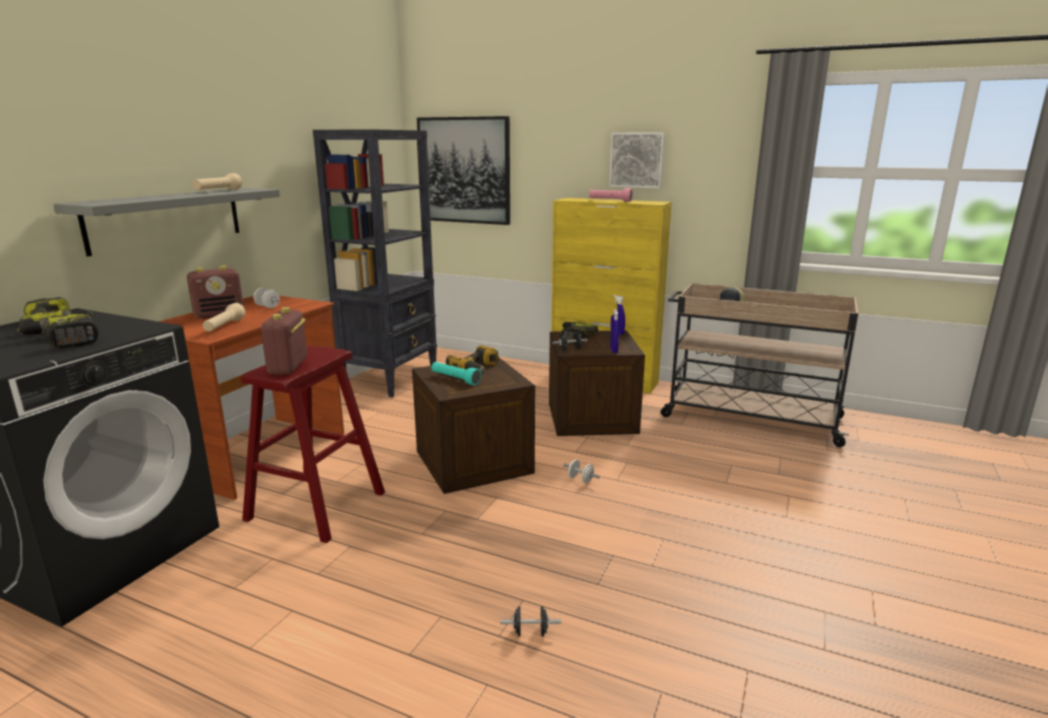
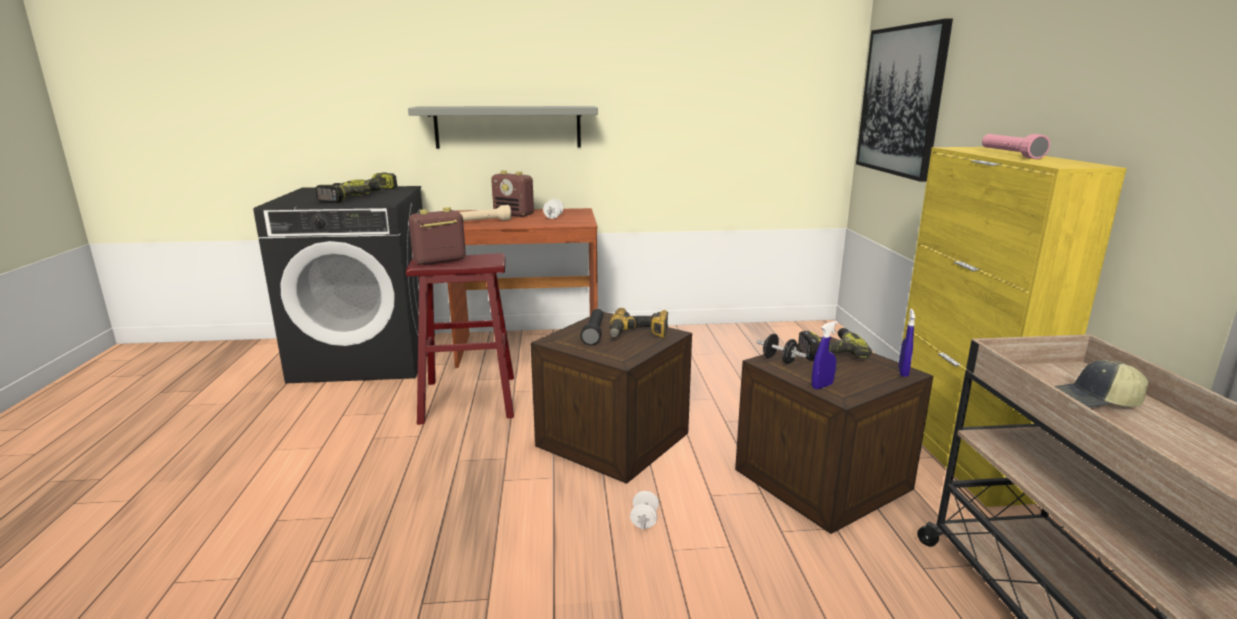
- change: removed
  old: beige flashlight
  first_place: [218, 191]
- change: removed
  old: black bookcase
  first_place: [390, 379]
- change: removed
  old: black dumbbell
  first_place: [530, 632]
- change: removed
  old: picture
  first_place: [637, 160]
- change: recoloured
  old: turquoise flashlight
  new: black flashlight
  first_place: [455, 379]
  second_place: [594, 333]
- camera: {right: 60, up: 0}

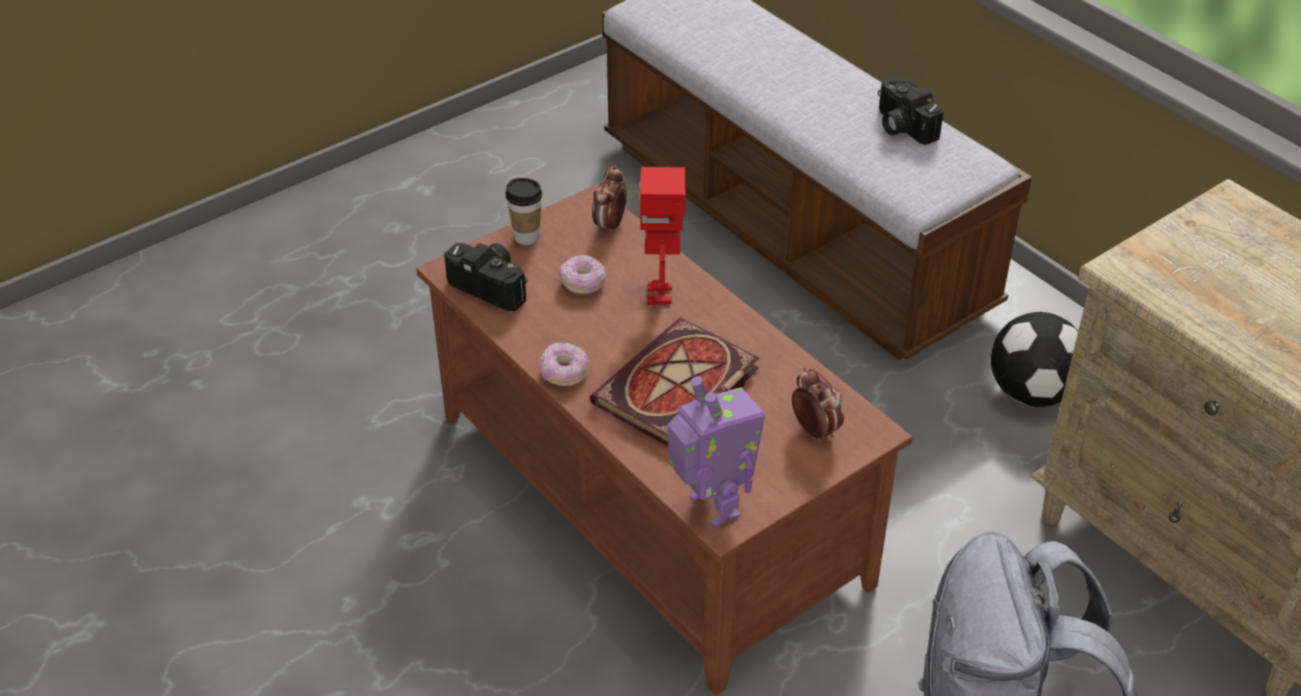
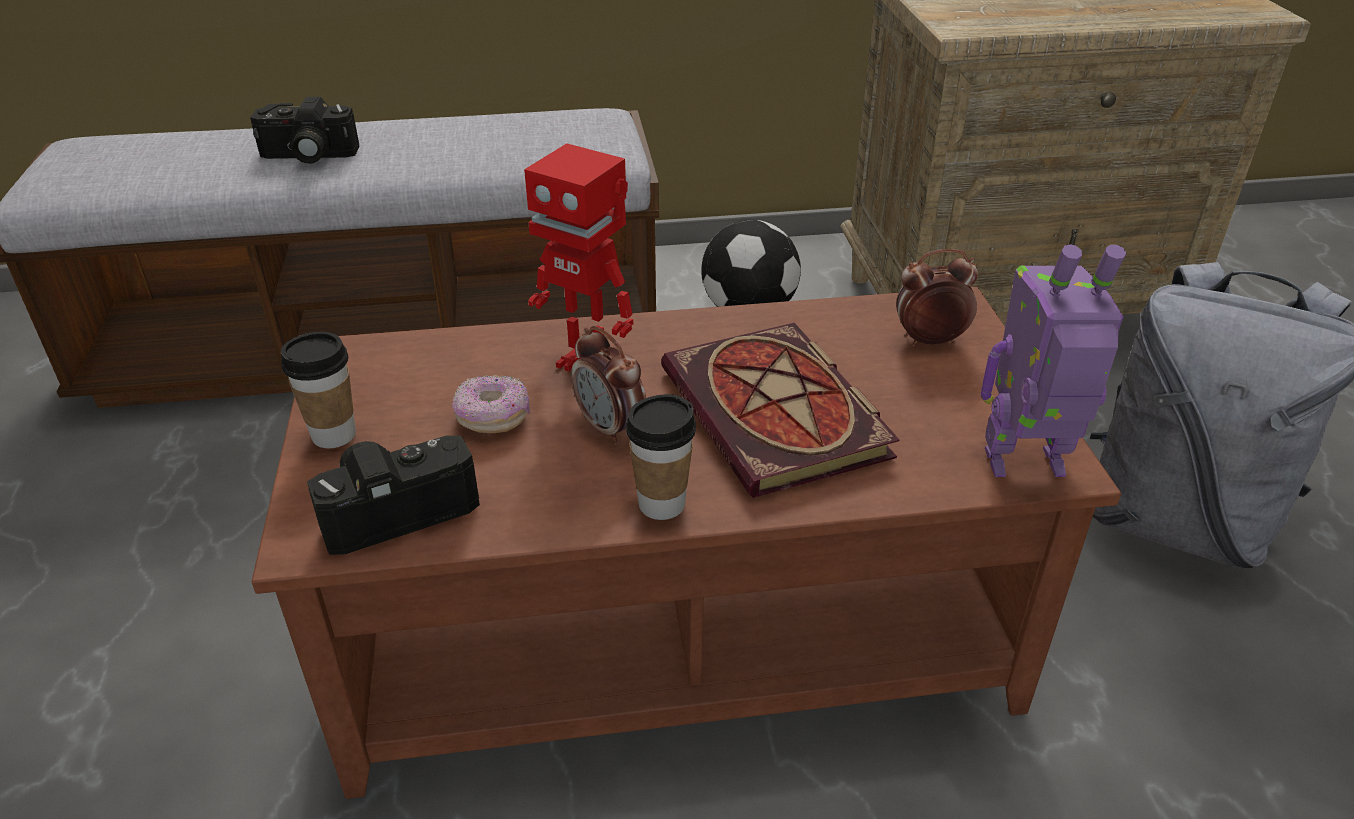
- change: moved
  old: alarm clock
  first_place: [610, 225]
  second_place: [610, 428]
- change: moved
  old: photo camera
  first_place: [901, 126]
  second_place: [307, 156]
- change: replaced
  old: donut
  new: cup
  first_place: [564, 373]
  second_place: [661, 504]
- camera: {right: -60, up: -5}

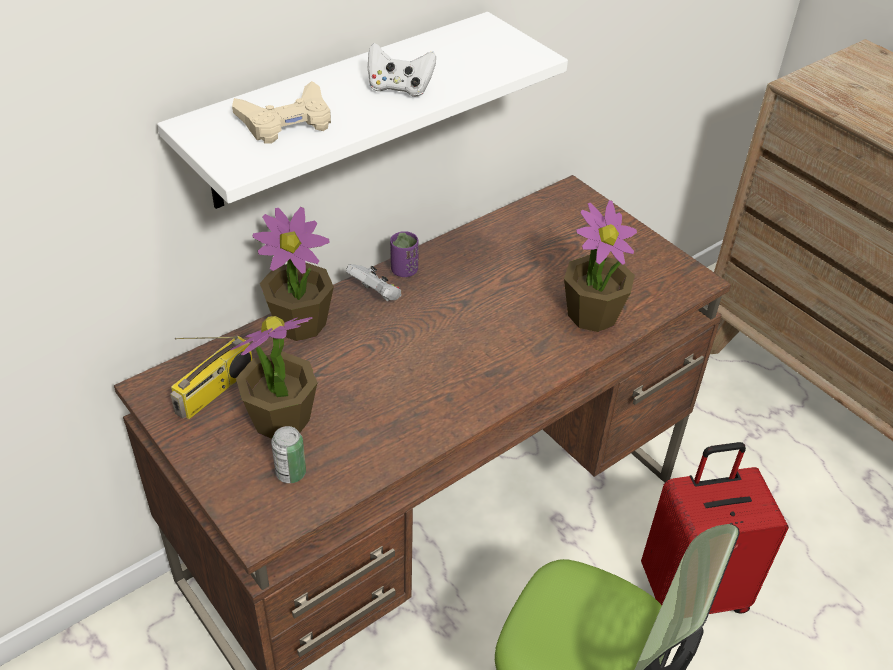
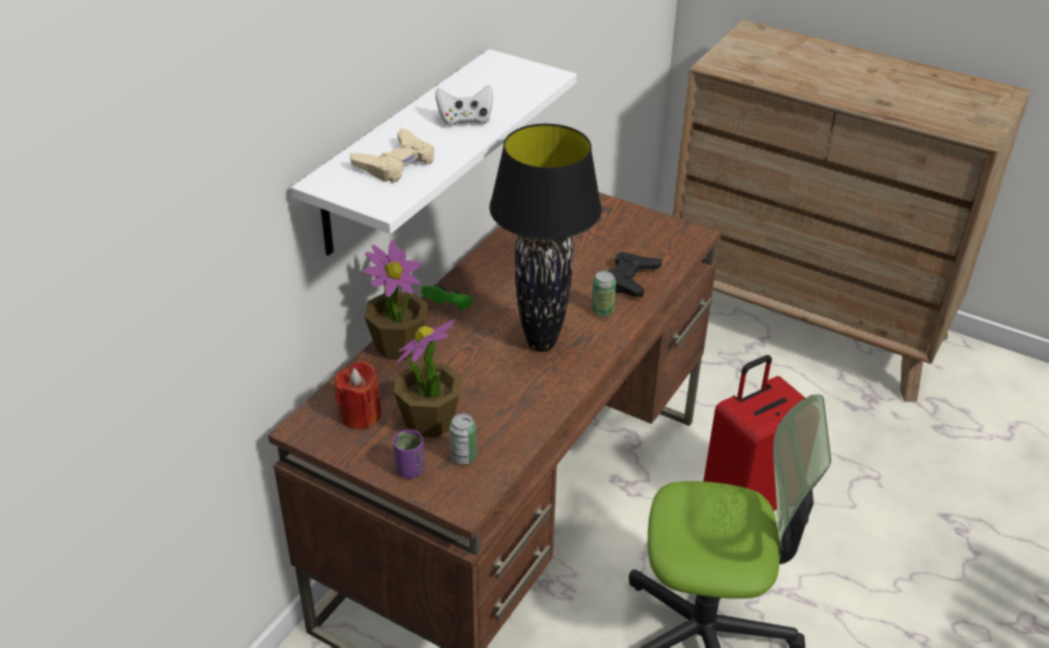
- change: added
  new: black table lamp
  second_place: [540, 343]
- change: added
  new: can
  second_place: [602, 310]
- change: moved
  old: purple cup
  first_place: [404, 270]
  second_place: [410, 470]
- change: replaced
  old: radio
  new: red candle
  first_place: [215, 391]
  second_place: [360, 415]
- change: replaced
  old: potted plant
  new: black game controller
  first_place: [592, 314]
  second_place: [630, 279]
- change: recoloured
  old: white game controller
  new: green game controller
  first_place: [376, 295]
  second_place: [449, 308]
- camera: {right: -20, up: -5}

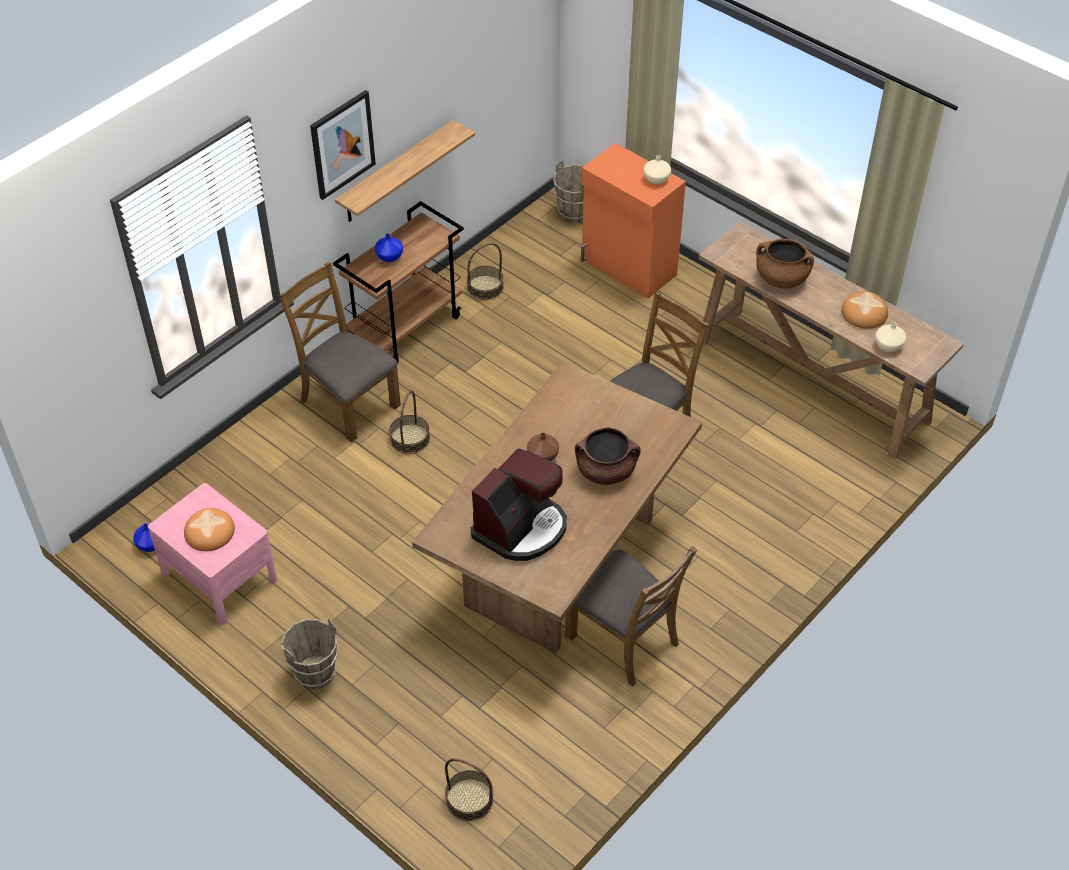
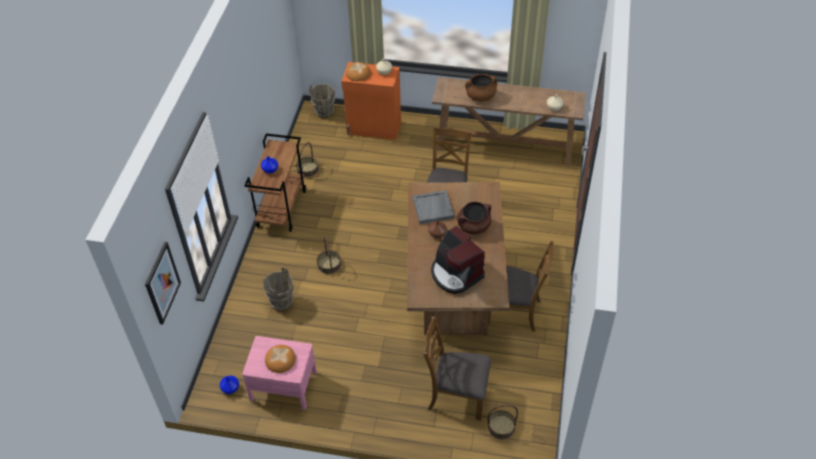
- change: removed
  old: shelf
  first_place: [396, 173]
- change: added
  new: grey tray
  second_place: [433, 208]
- change: moved
  old: brown chair
  first_place: [348, 403]
  second_place: [457, 395]
- change: moved
  old: brown bucket
  first_place: [315, 673]
  second_place: [281, 302]
- change: moved
  old: picture
  first_place: [342, 144]
  second_place: [162, 283]
- change: moved
  old: bread
  first_place: [864, 313]
  second_place: [358, 74]
- change: turned
  old: coffee machine
  first_place: [521, 528]
  second_place: [456, 274]
  degrees: 135
- camera: {right: -30, up: 0}

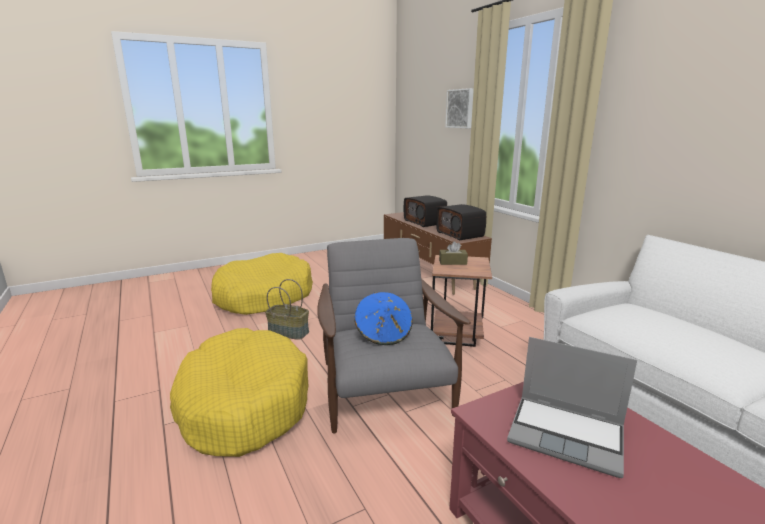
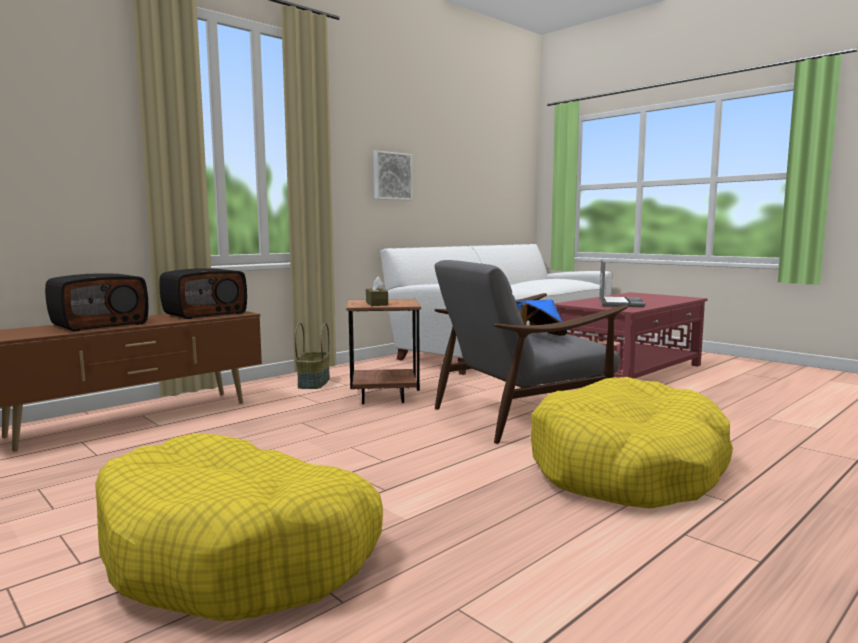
- change: moved
  old: basket
  first_place: [289, 332]
  second_place: [313, 383]
- change: moved
  old: picture
  first_place: [460, 108]
  second_place: [391, 176]
- camera: {right: -105, up: -10}

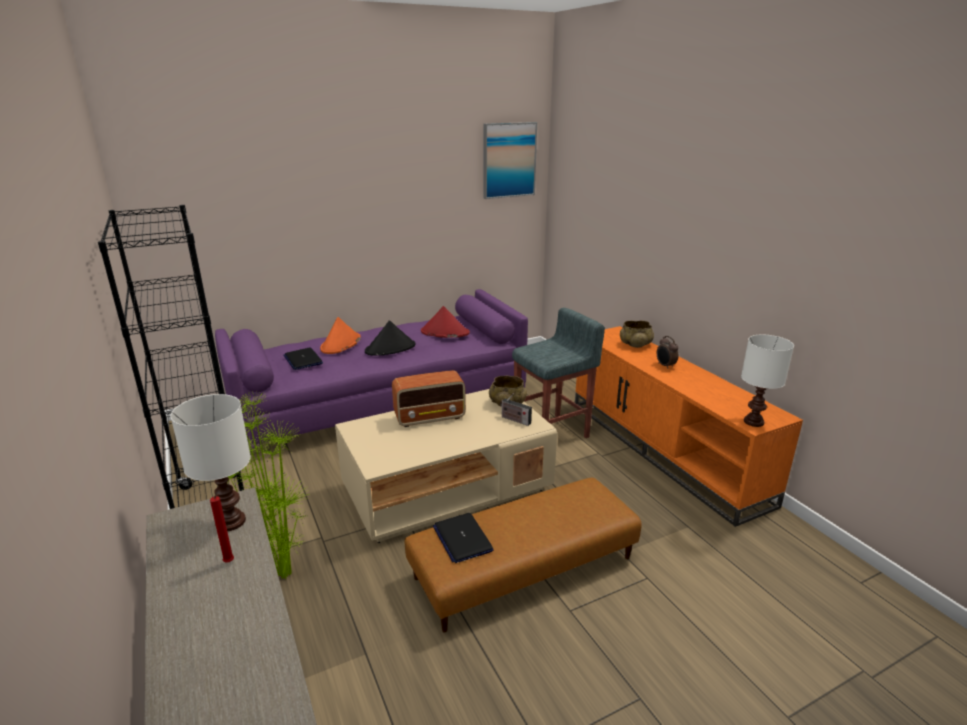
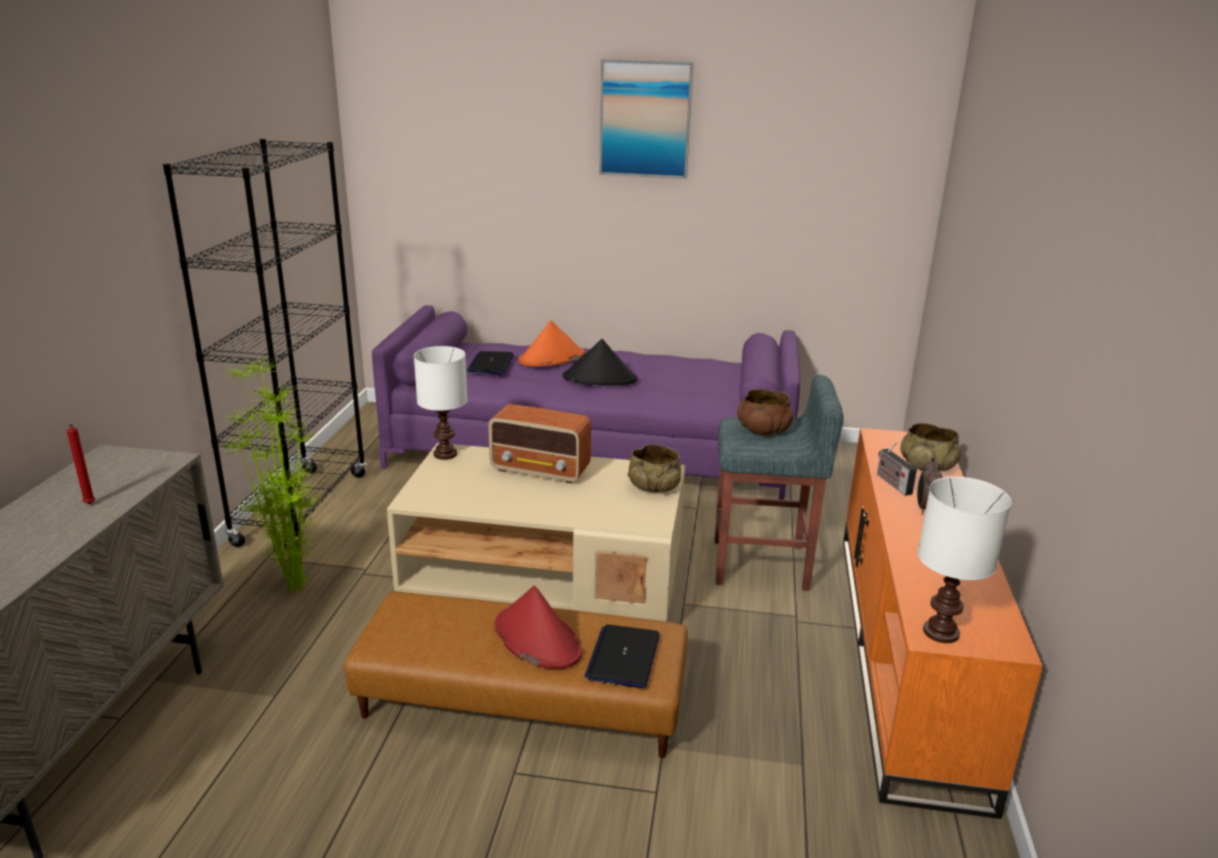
- change: added
  new: brown bowl
  second_place: [763, 430]
- change: moved
  old: white table lamp
  first_place: [231, 522]
  second_place: [445, 454]
- change: moved
  old: red hat
  first_place: [444, 332]
  second_place: [536, 639]
- change: moved
  old: laptop
  first_place: [462, 538]
  second_place: [623, 657]
- change: moved
  old: picture
  first_place: [509, 160]
  second_place: [645, 119]
- change: moved
  old: radio
  first_place: [514, 420]
  second_place: [891, 483]
- camera: {right: 35, up: 0}

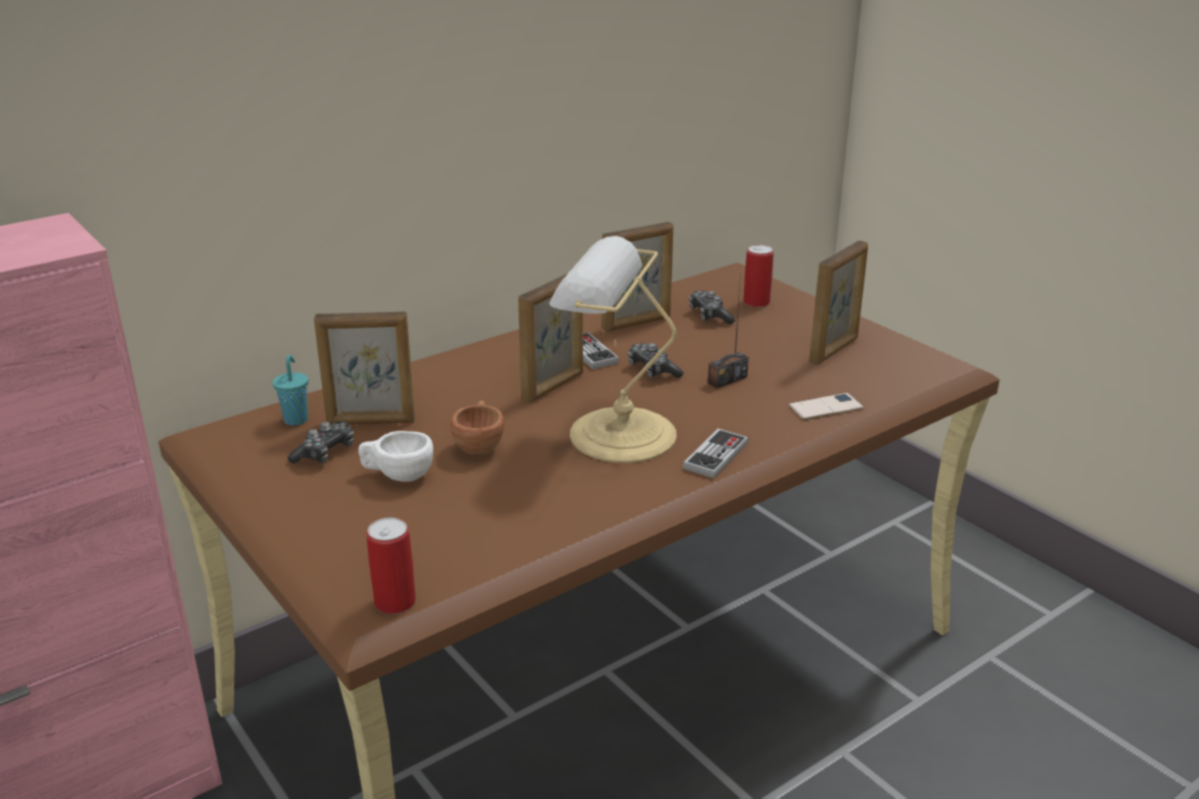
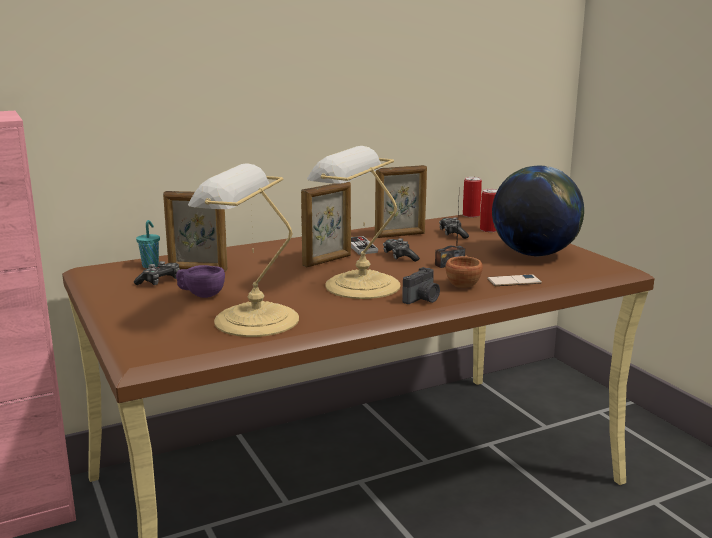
- change: added
  new: table lamp
  second_place: [251, 319]
- change: moved
  old: can
  first_place: [395, 602]
  second_place: [471, 215]
- change: moved
  old: brown cup
  first_place: [479, 445]
  second_place: [463, 284]
- change: replaced
  old: game controller
  new: photo camera
  first_place: [716, 456]
  second_place: [422, 299]
- change: replaced
  old: picture frame
  new: globe
  first_place: [834, 350]
  second_place: [534, 254]
- change: recoloured
  old: white cup
  new: purple cup
  first_place: [397, 475]
  second_place: [200, 295]
- camera: {right: 10, up: -10}

